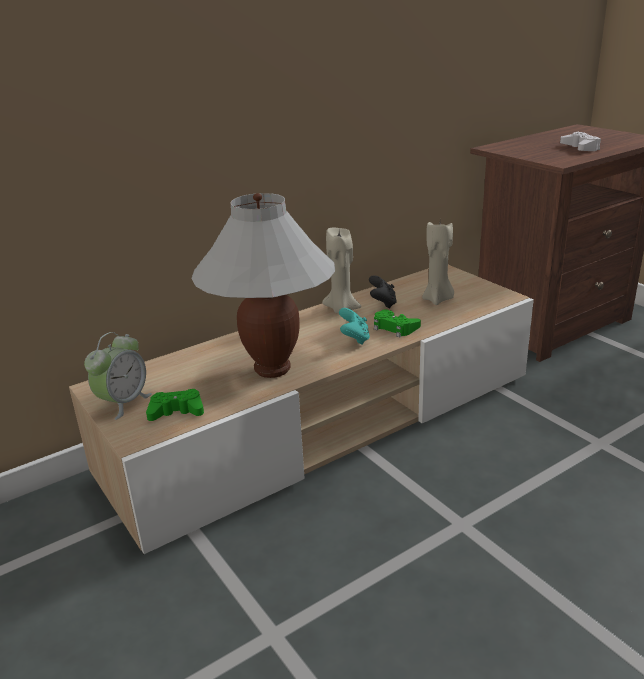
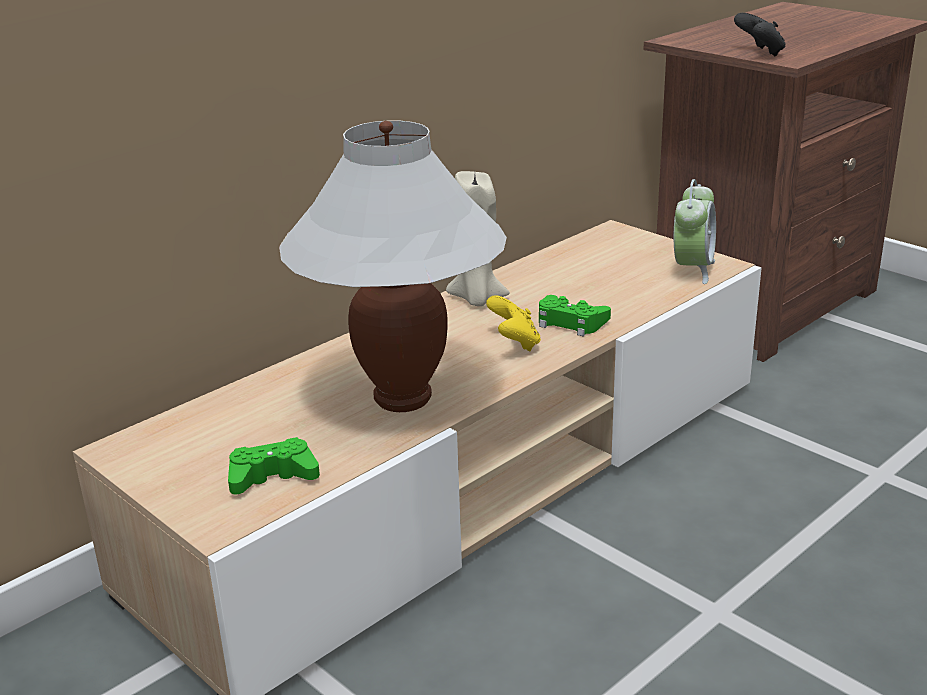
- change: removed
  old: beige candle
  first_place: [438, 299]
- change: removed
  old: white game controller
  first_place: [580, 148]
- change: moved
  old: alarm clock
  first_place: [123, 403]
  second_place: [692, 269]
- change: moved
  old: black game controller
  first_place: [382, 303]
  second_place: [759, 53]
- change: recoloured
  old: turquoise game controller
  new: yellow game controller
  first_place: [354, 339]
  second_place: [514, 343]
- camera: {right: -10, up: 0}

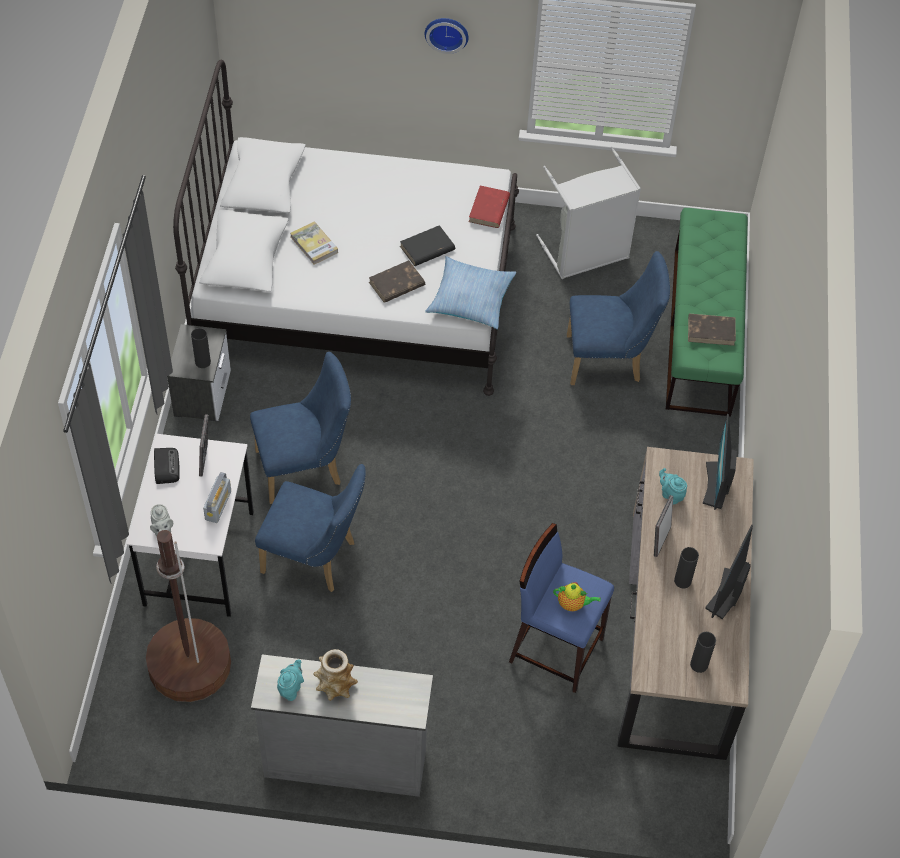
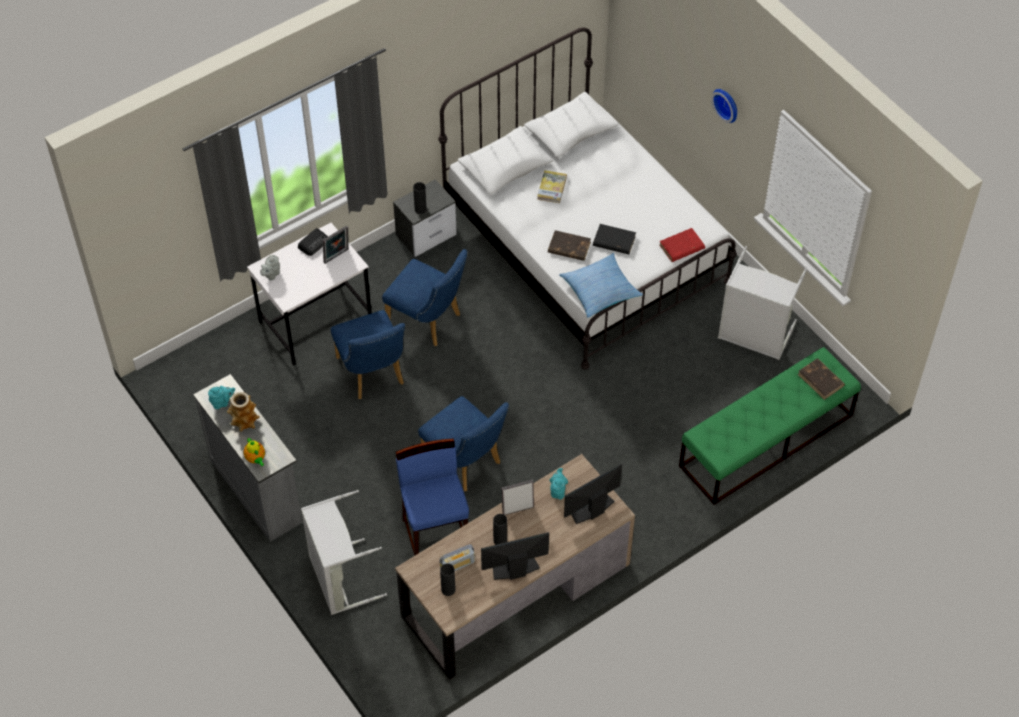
- change: removed
  old: brown floor lamp
  first_place: [189, 665]
- change: added
  new: grey laundry basket
  second_place: [339, 579]
- change: moved
  old: radio
  first_place: [218, 505]
  second_place: [457, 564]
- change: moved
  old: teapot
  first_place: [573, 604]
  second_place: [256, 459]
- change: moved
  old: blue chair
  first_place: [609, 360]
  second_place: [466, 463]
- change: moved
  old: brown book
  first_place: [711, 331]
  second_place: [821, 380]
- camera: {right: 50, up: 0}

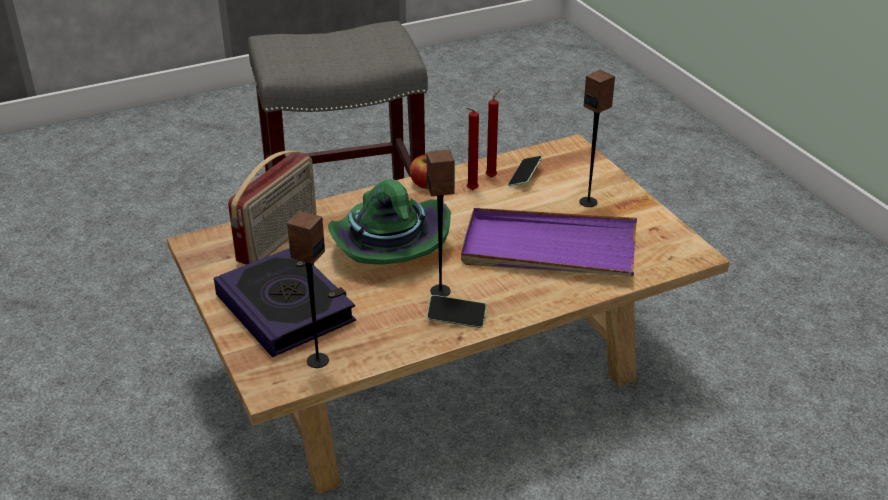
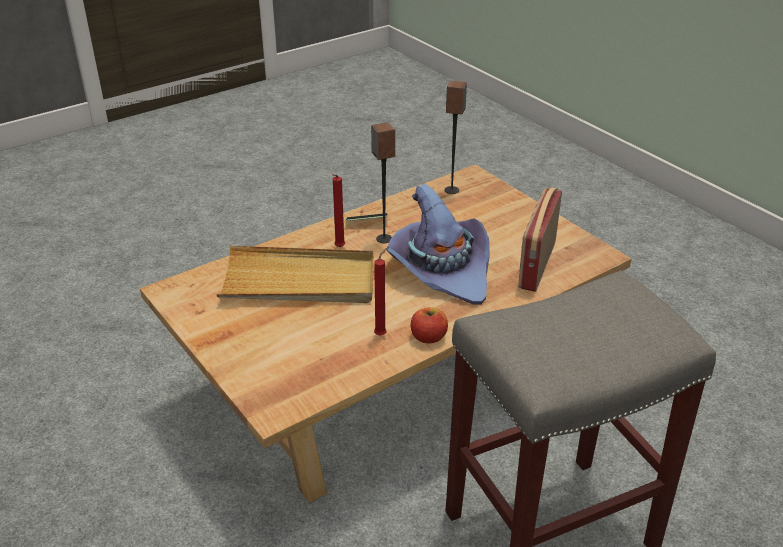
- change: removed
  old: book
  first_place: [285, 308]
- change: removed
  old: phone
  first_place: [525, 177]
- change: removed
  old: speaker
  first_place: [588, 202]
- change: moved
  old: red candle
  first_place: [492, 176]
  second_place: [338, 248]
- change: recoloured
  old: green hat
  new: purple hat
  first_place: [386, 246]
  second_place: [441, 269]
- change: recoloured
  old: purple tray
  new: beige tray
  first_place: [549, 249]
  second_place: [299, 281]
- camera: {right: 170, up: 0}

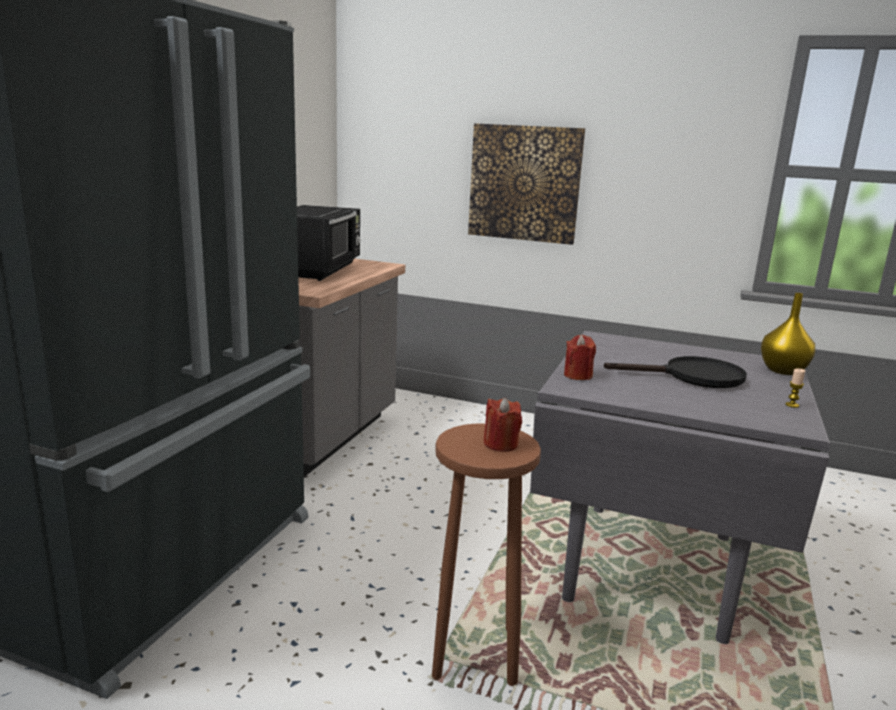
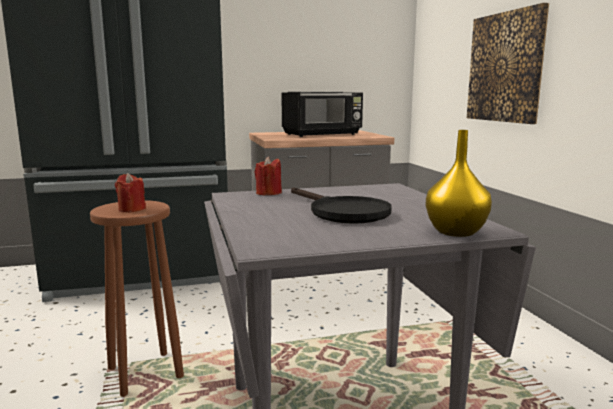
- change: removed
  old: candle
  first_place: [792, 405]
- camera: {right: 55, up: -5}

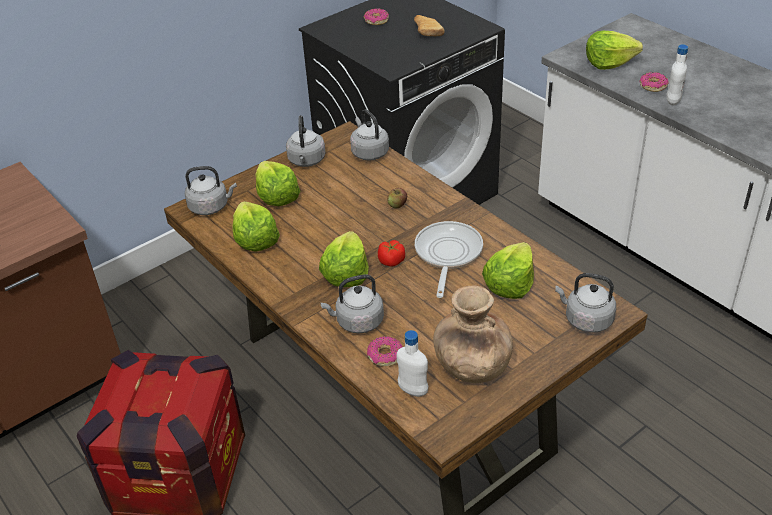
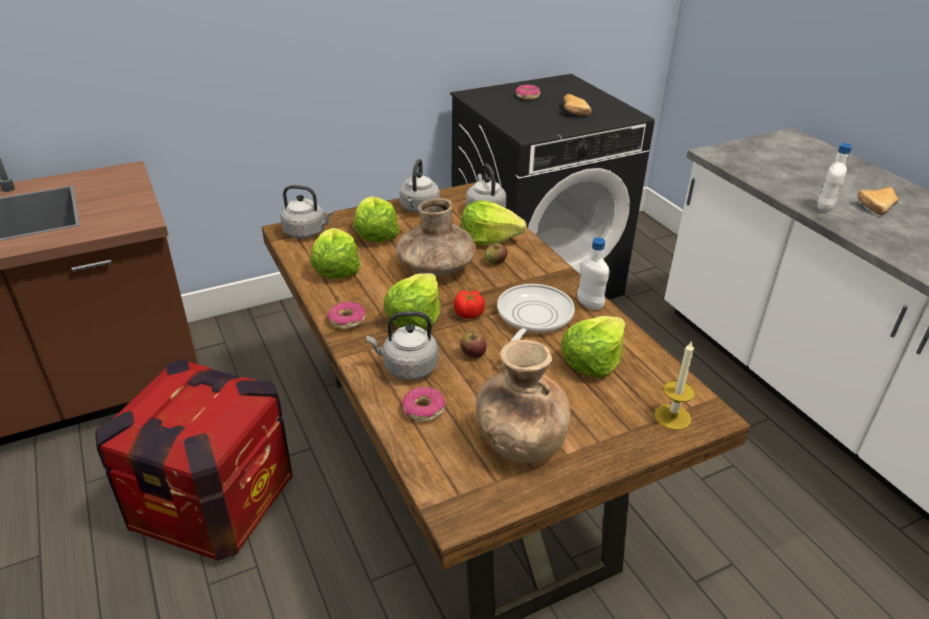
- change: added
  new: brown vase
  second_place: [436, 267]
- change: added
  new: apple
  second_place: [473, 354]
- change: added
  new: bread
  second_place: [878, 206]
- change: moved
  old: white bottle
  first_place: [413, 390]
  second_place: [589, 305]
- change: moved
  old: lettuce
  first_place: [609, 62]
  second_place: [489, 238]
- change: moved
  old: donut
  first_place: [653, 86]
  second_place: [347, 320]
- change: replaced
  old: grey kettle
  new: candle
  first_place: [586, 320]
  second_place: [672, 417]
- camera: {right: 10, up: -5}

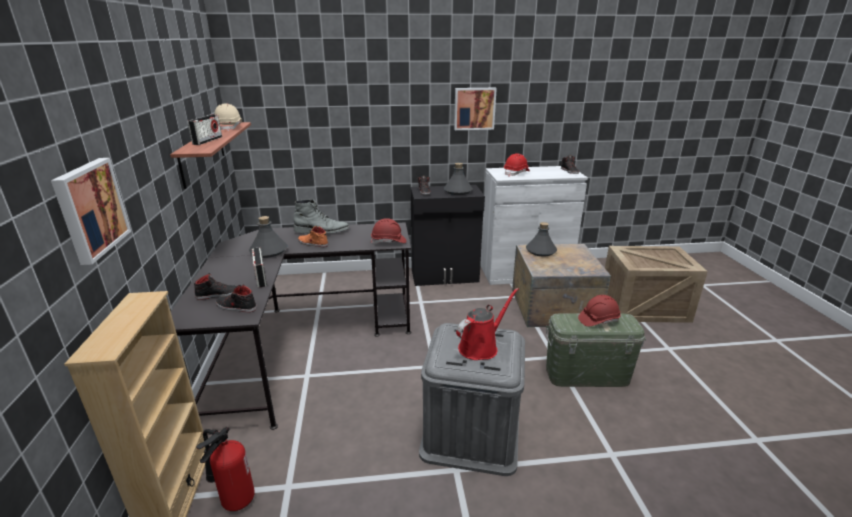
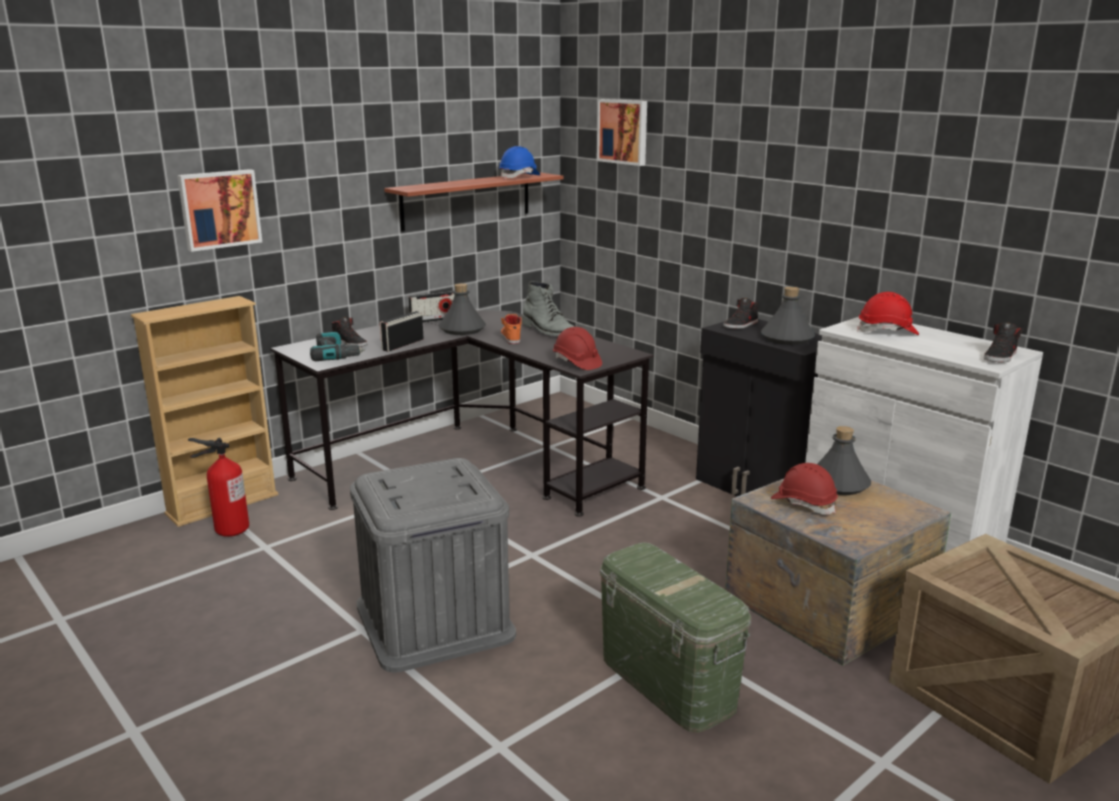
- change: removed
  old: red watering can
  first_place: [481, 347]
- change: moved
  old: radio
  first_place: [207, 140]
  second_place: [433, 320]
- change: moved
  old: picture
  first_place: [474, 108]
  second_place: [623, 131]
- change: moved
  old: red hard hat
  first_place: [598, 320]
  second_place: [803, 503]
- change: replaced
  old: black shoe
  new: power drill
  first_place: [236, 307]
  second_place: [336, 355]
- change: recoloured
  old: beige hard hat
  new: blue hard hat
  first_place: [229, 127]
  second_place: [519, 177]
- camera: {right: 55, up: -5}

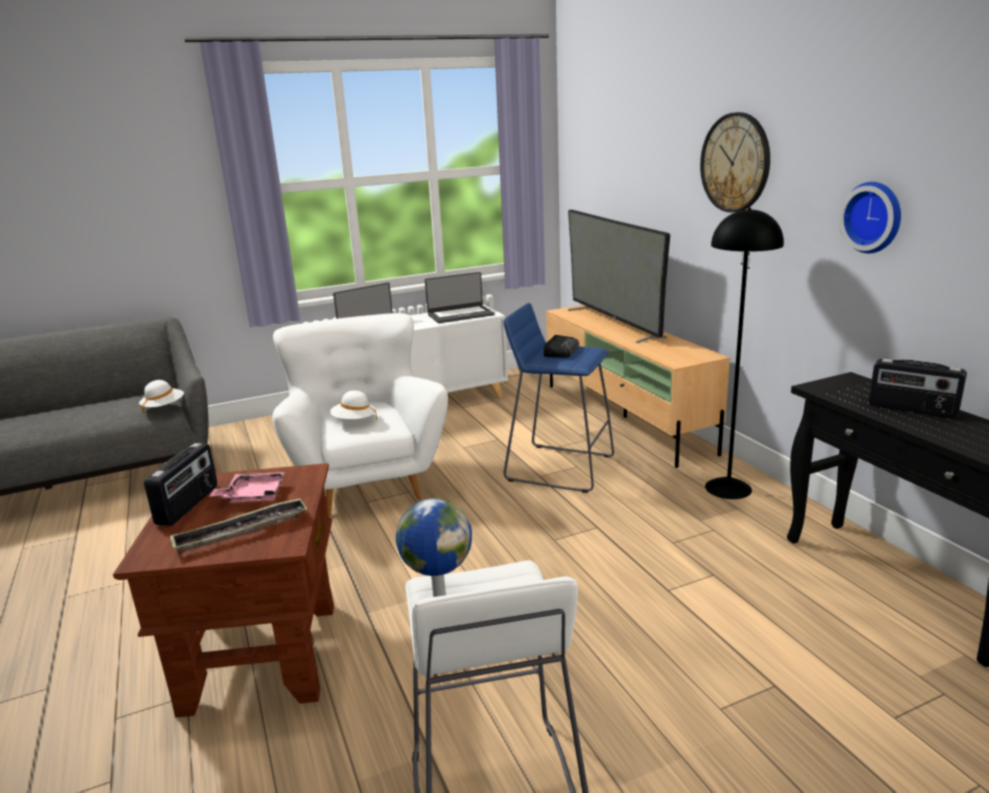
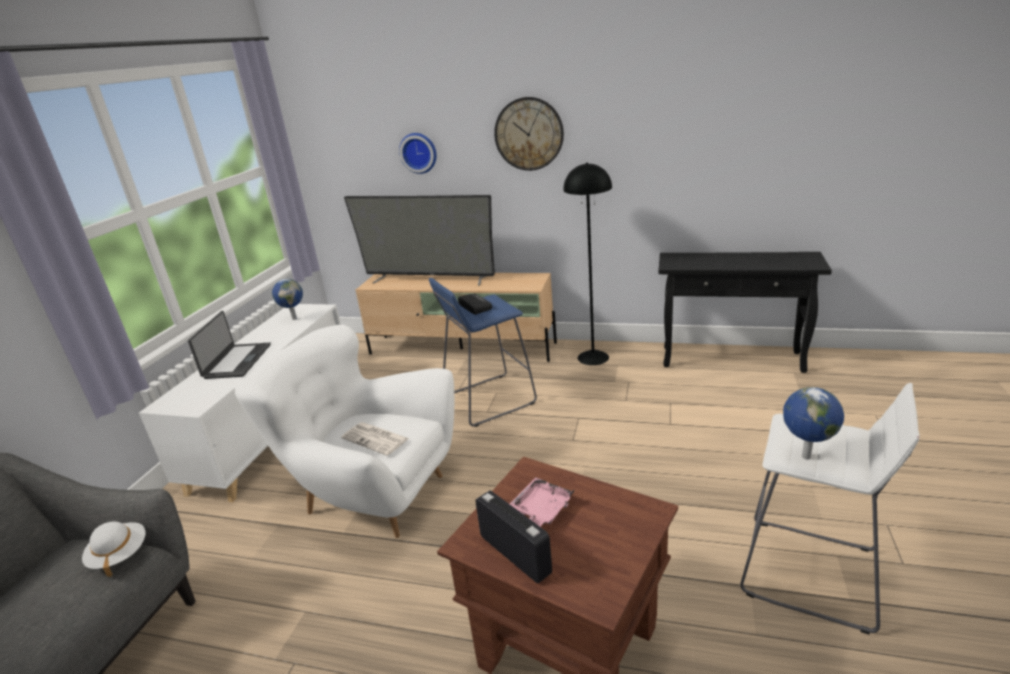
- change: removed
  old: tray
  first_place: [241, 531]
- change: removed
  old: radio
  first_place: [912, 409]
- change: moved
  old: wall clock
  first_place: [874, 217]
  second_place: [419, 152]
- change: replaced
  old: white hat
  new: newspaper
  first_place: [354, 421]
  second_place: [376, 439]
- change: replaced
  old: laptop
  new: globe
  first_place: [460, 315]
  second_place: [294, 318]
- camera: {right: -50, up: 5}

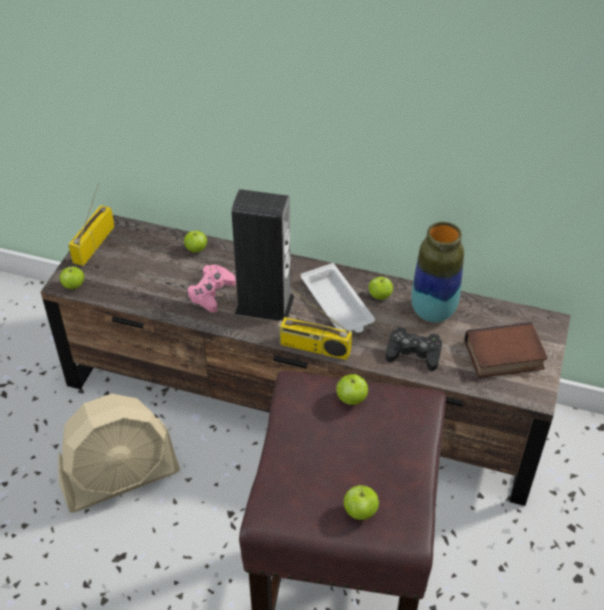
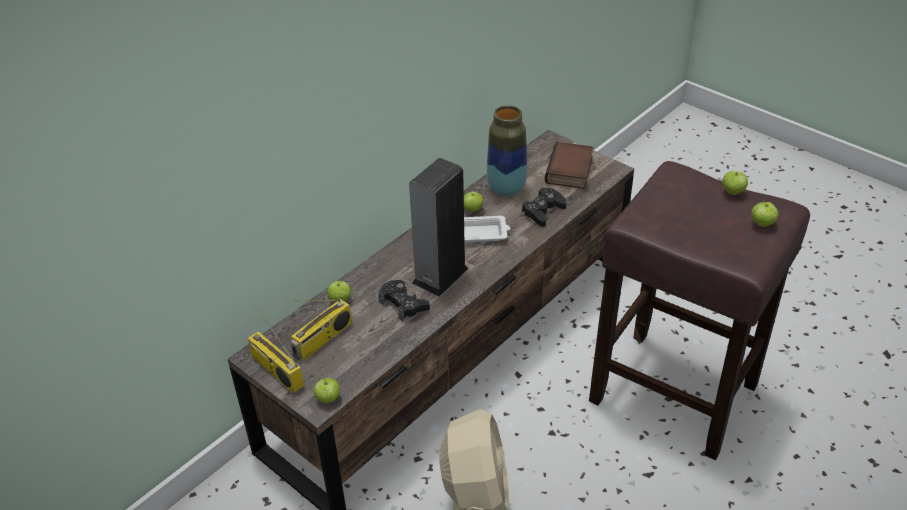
- change: moved
  old: radio
  first_place: [313, 348]
  second_place: [323, 340]
- change: moved
  old: apple
  first_place: [351, 399]
  second_place: [732, 192]
- change: recoloured
  old: pink game controller
  new: black game controller
  first_place: [211, 293]
  second_place: [403, 304]
- camera: {right: -65, up: -5}

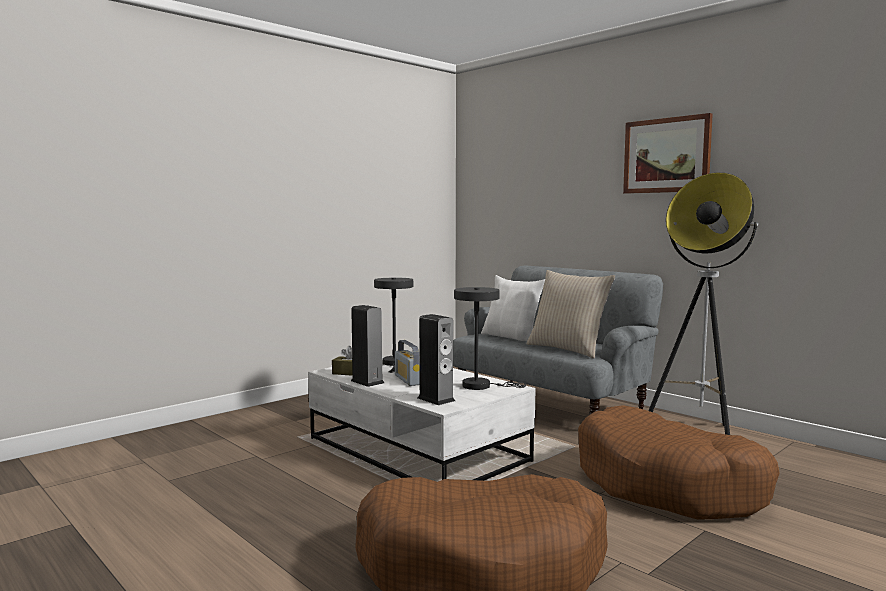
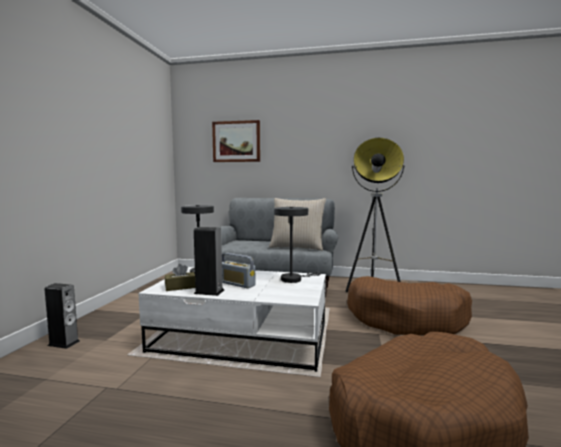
- change: removed
  old: white pillow
  first_place: [512, 337]
- change: moved
  old: speaker
  first_place: [436, 399]
  second_place: [64, 343]
- change: moved
  old: picture
  first_place: [666, 155]
  second_place: [236, 141]
- camera: {right: -35, up: 0}

